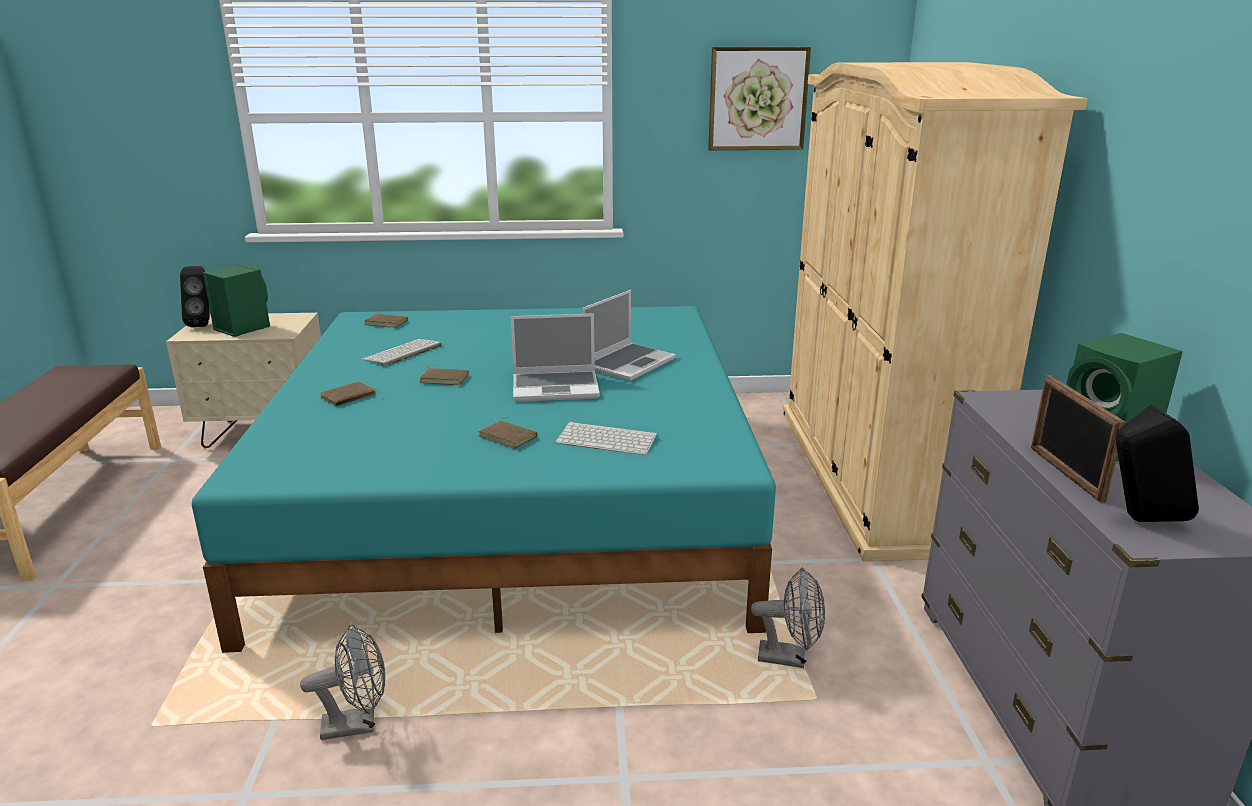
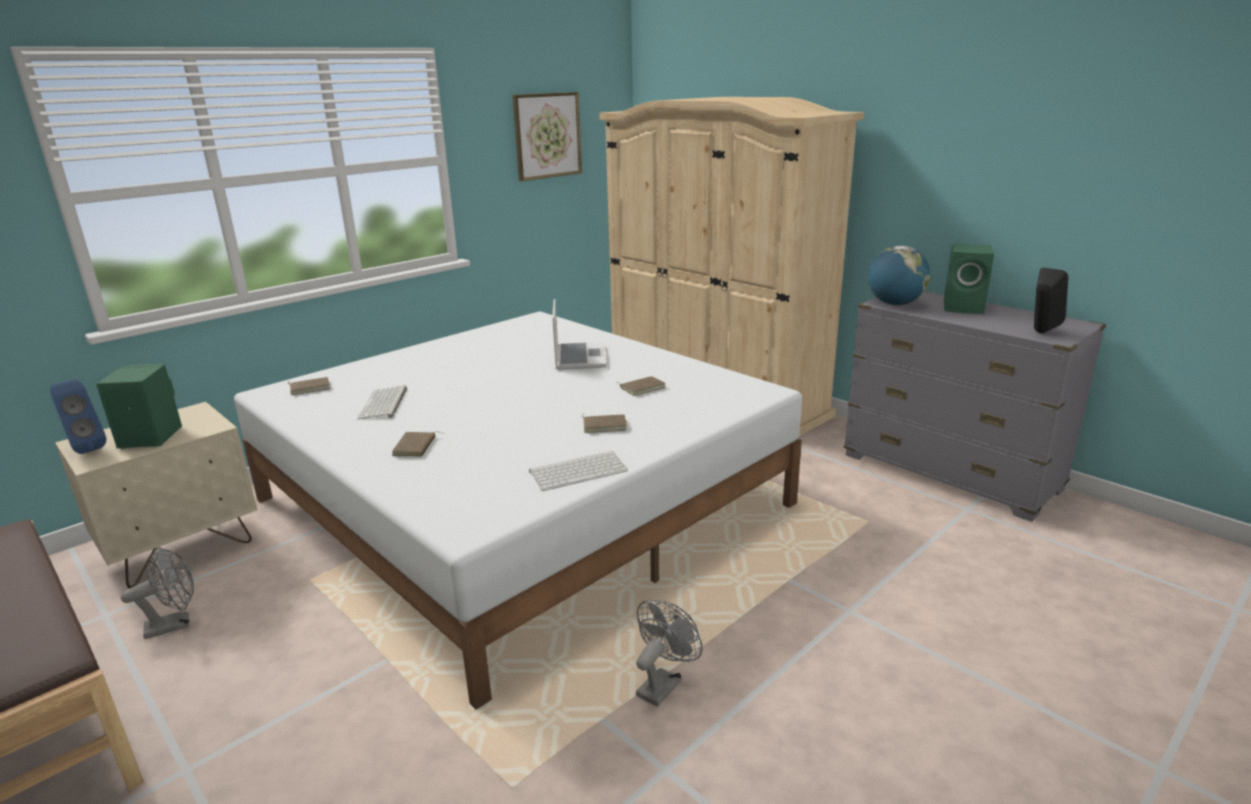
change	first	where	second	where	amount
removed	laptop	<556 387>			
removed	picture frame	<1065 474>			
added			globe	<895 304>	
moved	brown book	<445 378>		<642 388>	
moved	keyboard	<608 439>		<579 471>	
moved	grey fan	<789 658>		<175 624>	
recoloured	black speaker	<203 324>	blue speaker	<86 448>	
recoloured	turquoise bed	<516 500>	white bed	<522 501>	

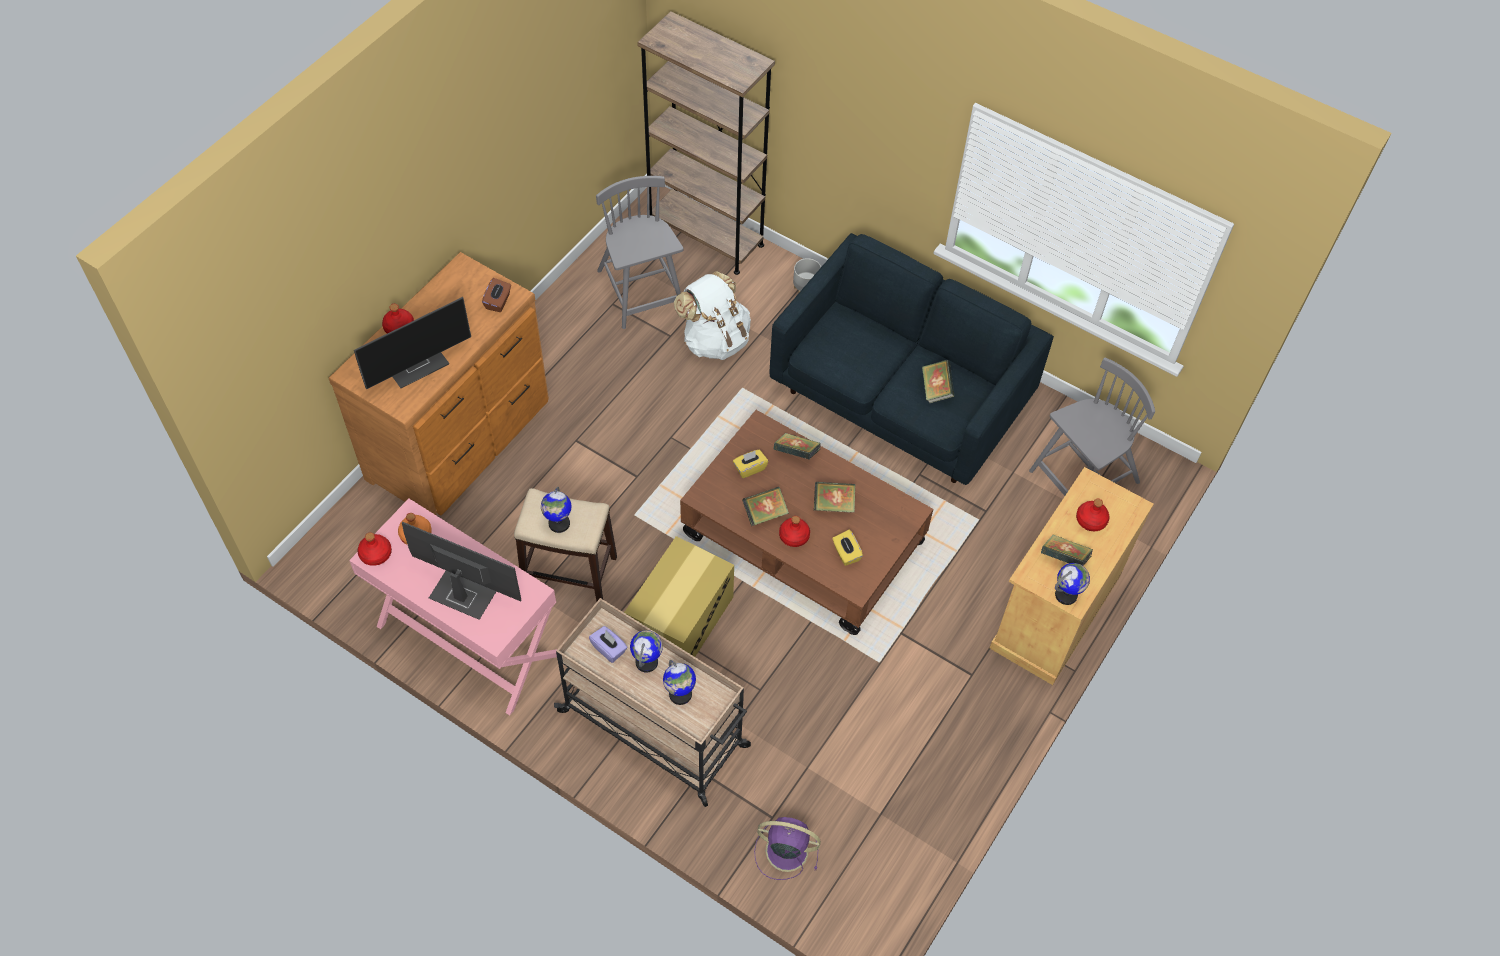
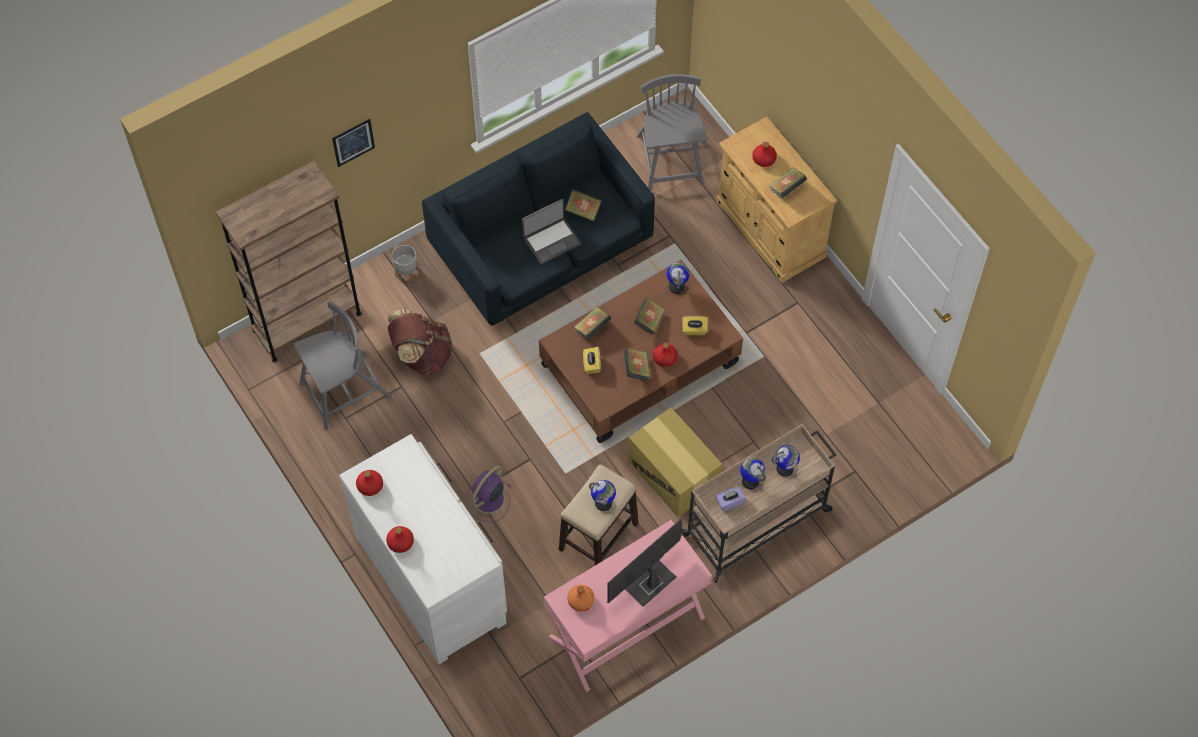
change	first	where	second	where	amount
removed	monitor	<418 364>			
removed	brown tissue box	<498 302>			
added			picture	<353 142>	
added			laptop	<551 240>	
moved	red bottle	<375 554>		<370 486>	
moved	purple fan	<784 850>		<488 500>	
moved	globe	<1066 595>		<677 286>	
recoloured	brown dresser	<461 440>	white dresser	<433 577>	
recoloured	white backpack	<715 340>	brown backpack	<422 355>	
turned	grey chair	<641 292>		<344 392>	150 degrees clockwise

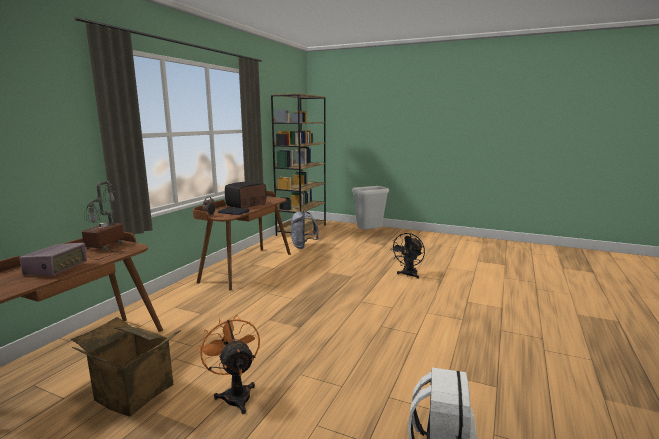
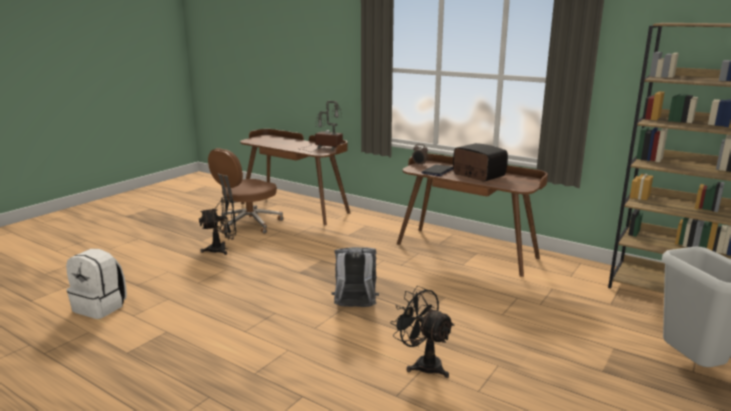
change	first	where	second	where	amount
removed	radio	<57 269>			
moved	grey backpack	<303 246>		<355 308>	
replaced	cardboard box	<130 394>	brown office chair	<248 224>	
recoloured	orange fan	<235 394>	black fan	<222 249>	

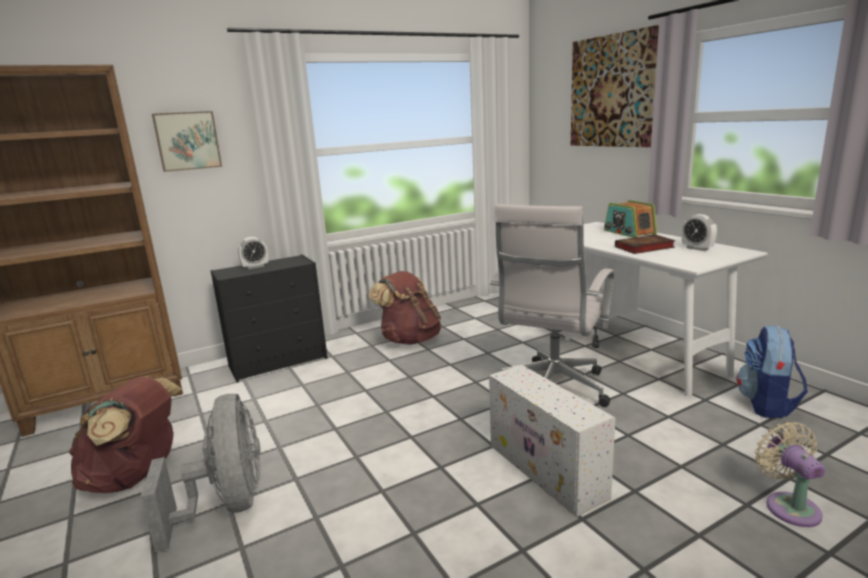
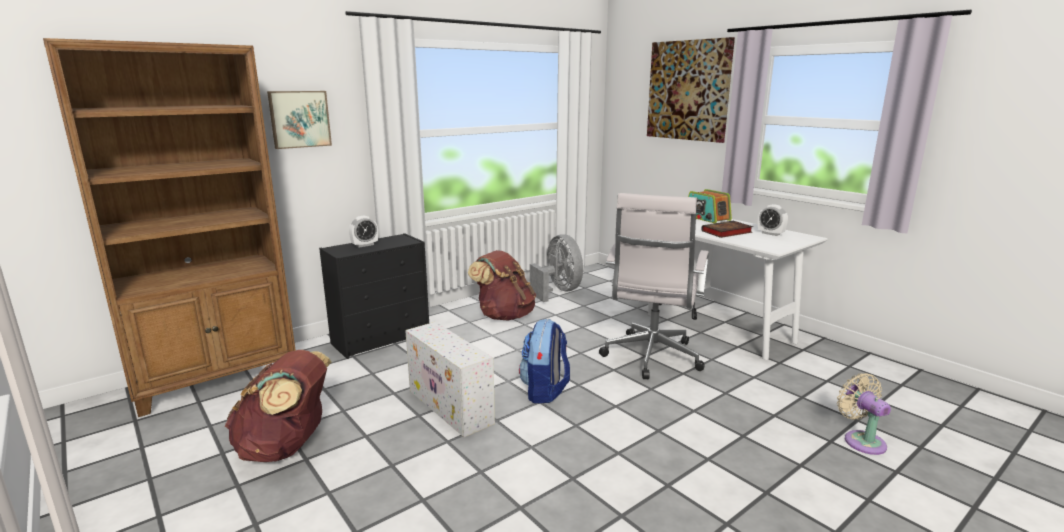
change	first	where	second	where	amount
moved	grey fan	<227 505>		<558 291>	
moved	white storage box	<547 471>		<451 407>	
moved	backpack	<767 405>		<545 391>	

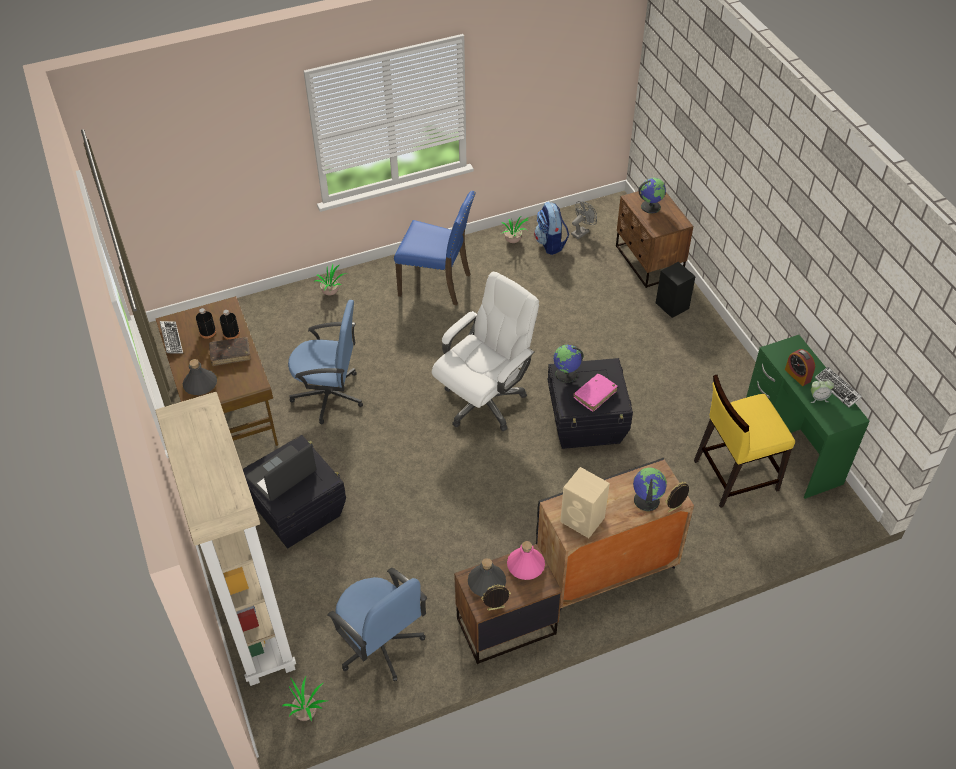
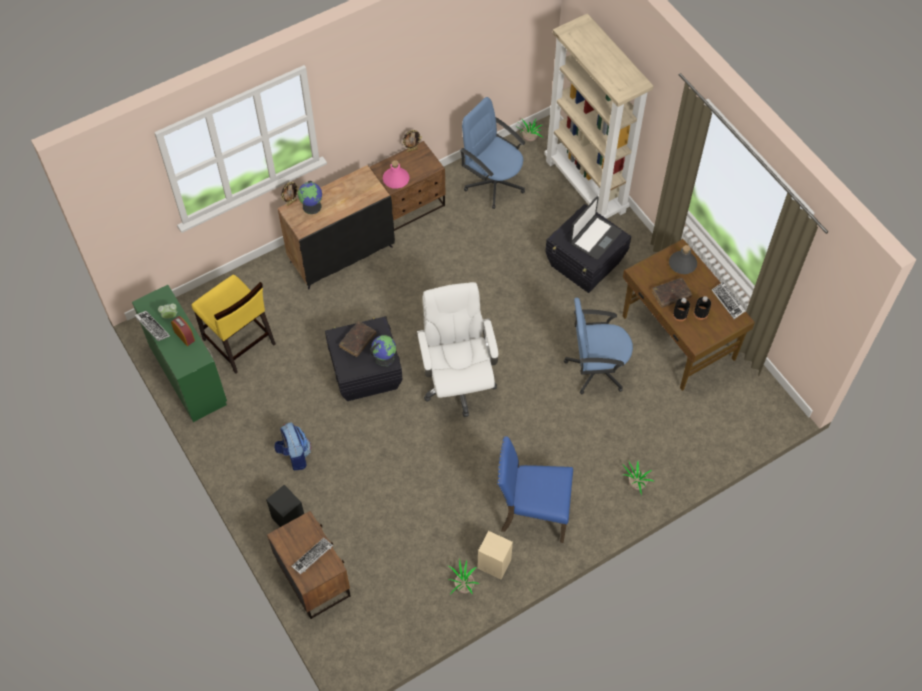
change	first	where	second	where	amount
removed	grey bottle	<487 582>			
removed	grey fan	<582 232>			
moved	backpack	<550 243>		<294 455>	
moved	beige speaker	<583 520>		<493 563>	
replaced	globe	<650 206>	keyboard	<312 557>	
recoloured	pink book	<595 395>	brown book	<357 341>	
turned	white office chair	<484 401>		<458 382>	135 degrees clockwise
turned	yellow chair	<734 475>		<239 342>	75 degrees clockwise

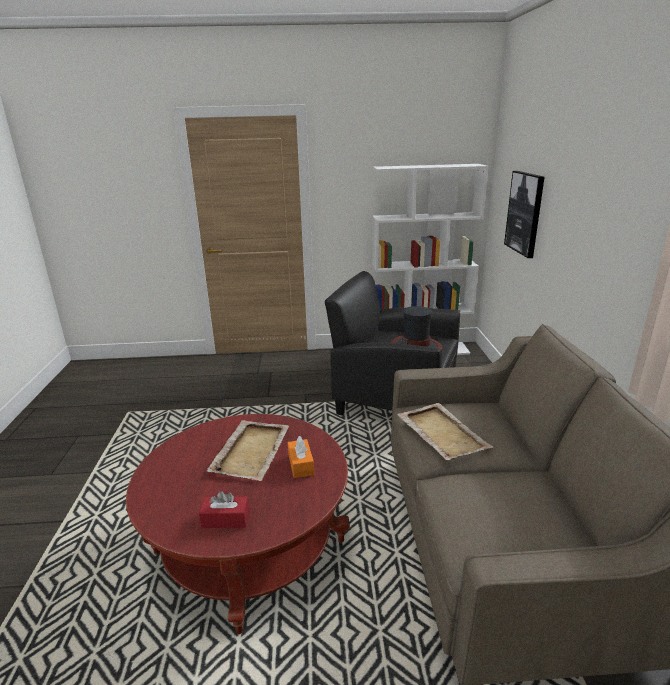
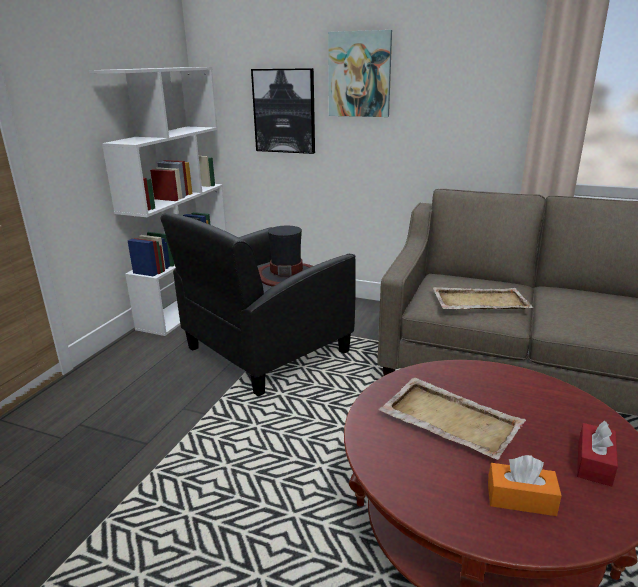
change	first	where	second	where	amount
added			picture	<359 74>	
moved	orange tissue box	<301 465>		<521 499>	

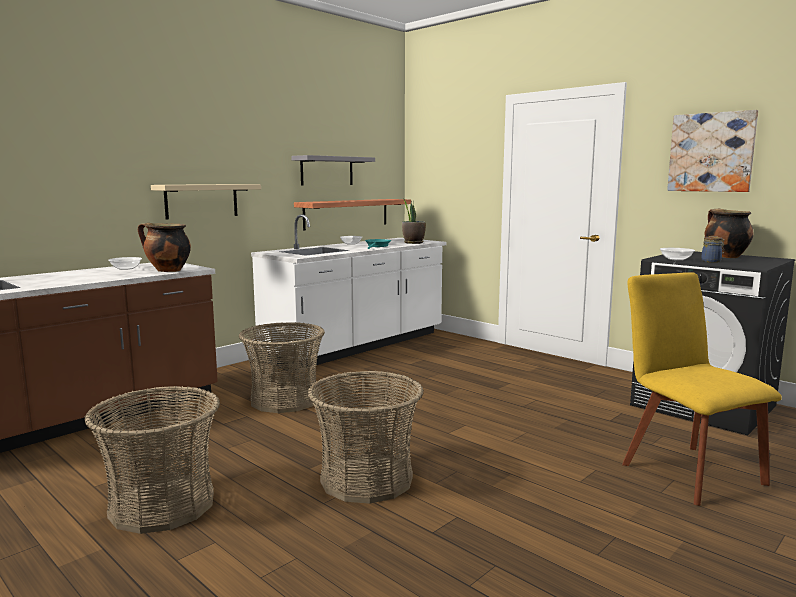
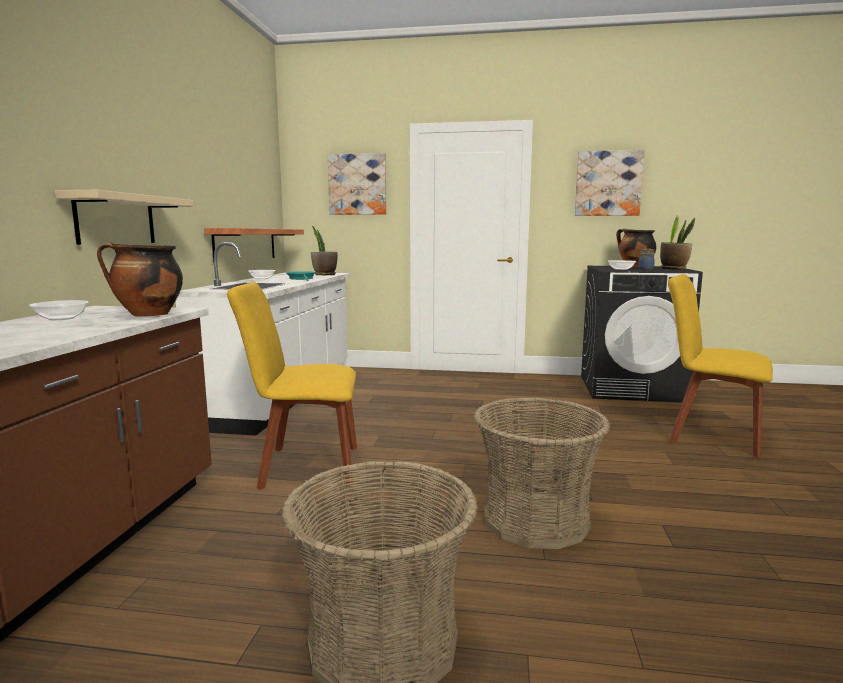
change	first	where	second	where	amount
removed	grey shelf	<327 171>			
added			picture	<357 184>	
added			potted plant	<674 269>	
replaced	basket	<284 400>	yellow chair	<304 466>	

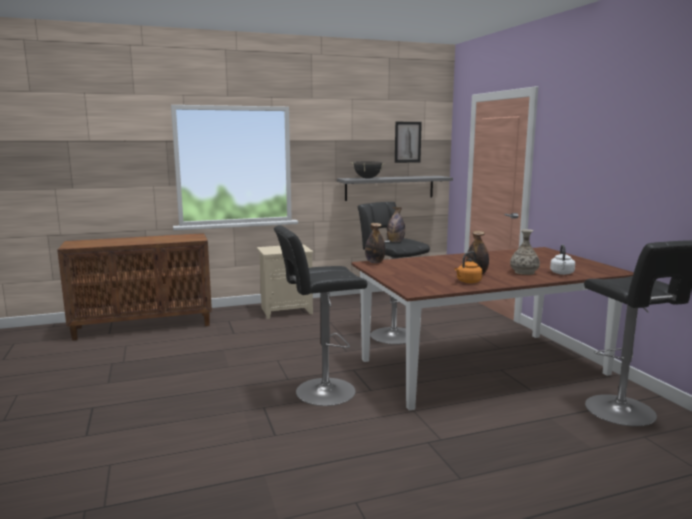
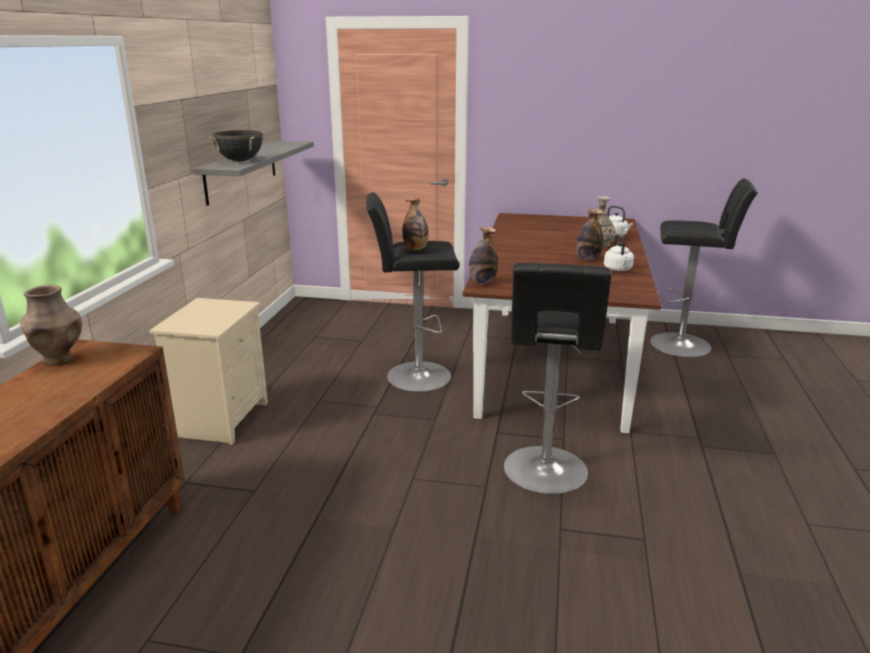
change	first	where	second	where	amount
removed	picture	<407 142>			
added			brown vase	<58 360>	
recoloured	orange kettle	<468 282>	white kettle	<618 269>	

